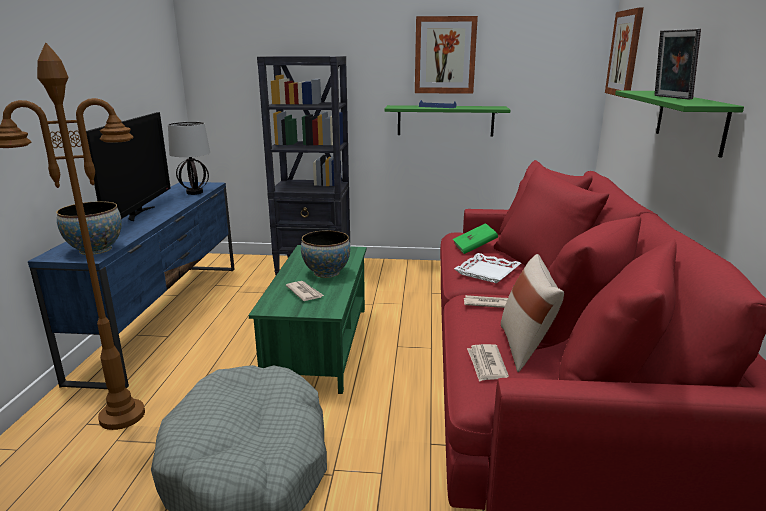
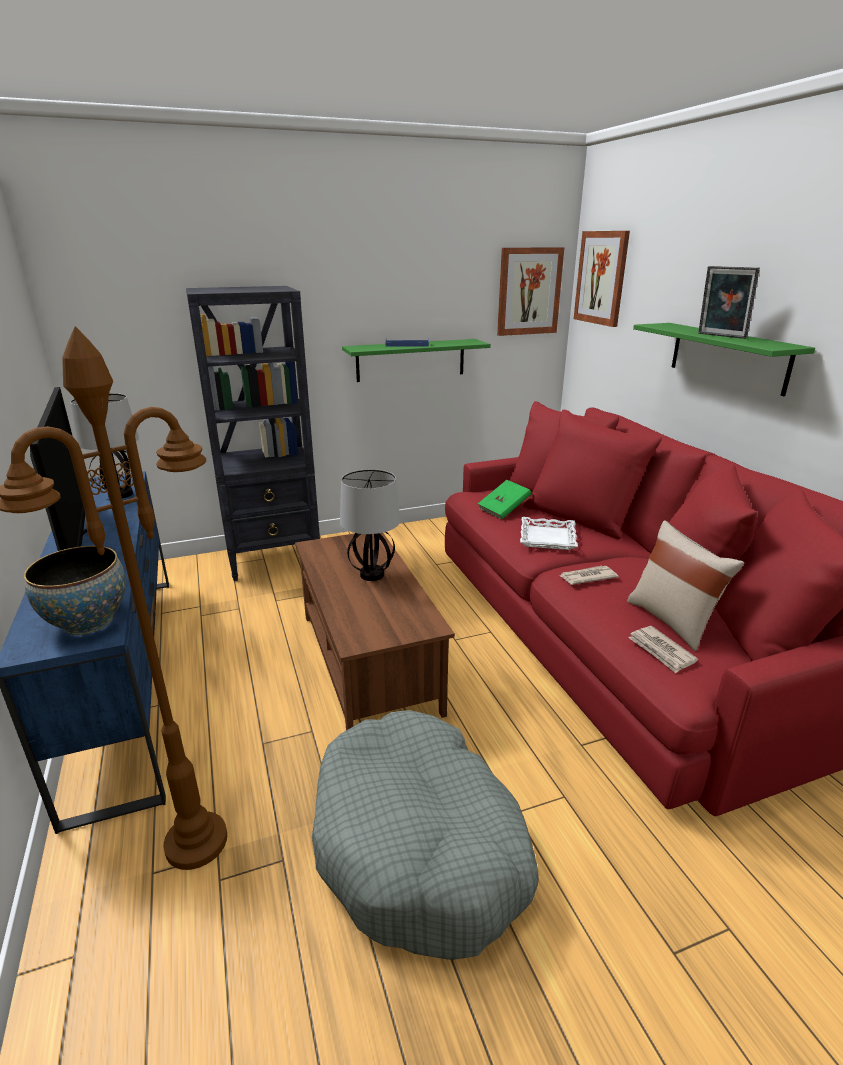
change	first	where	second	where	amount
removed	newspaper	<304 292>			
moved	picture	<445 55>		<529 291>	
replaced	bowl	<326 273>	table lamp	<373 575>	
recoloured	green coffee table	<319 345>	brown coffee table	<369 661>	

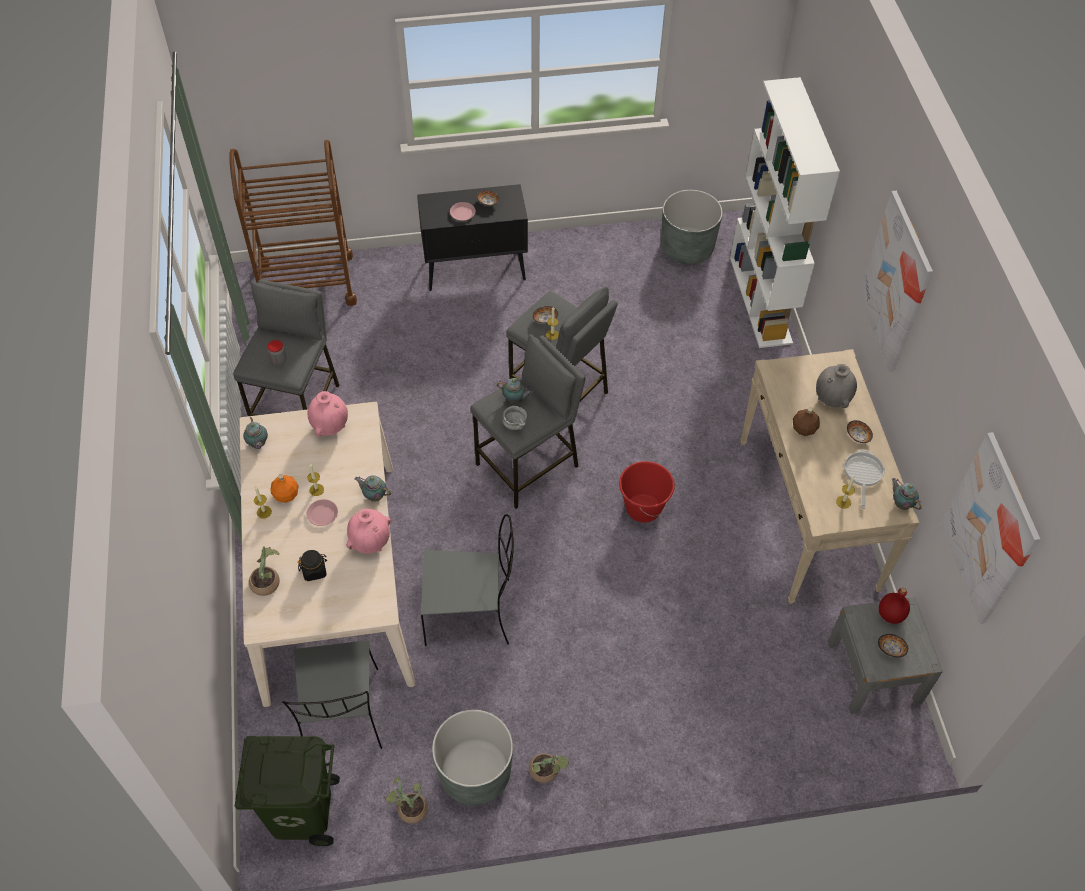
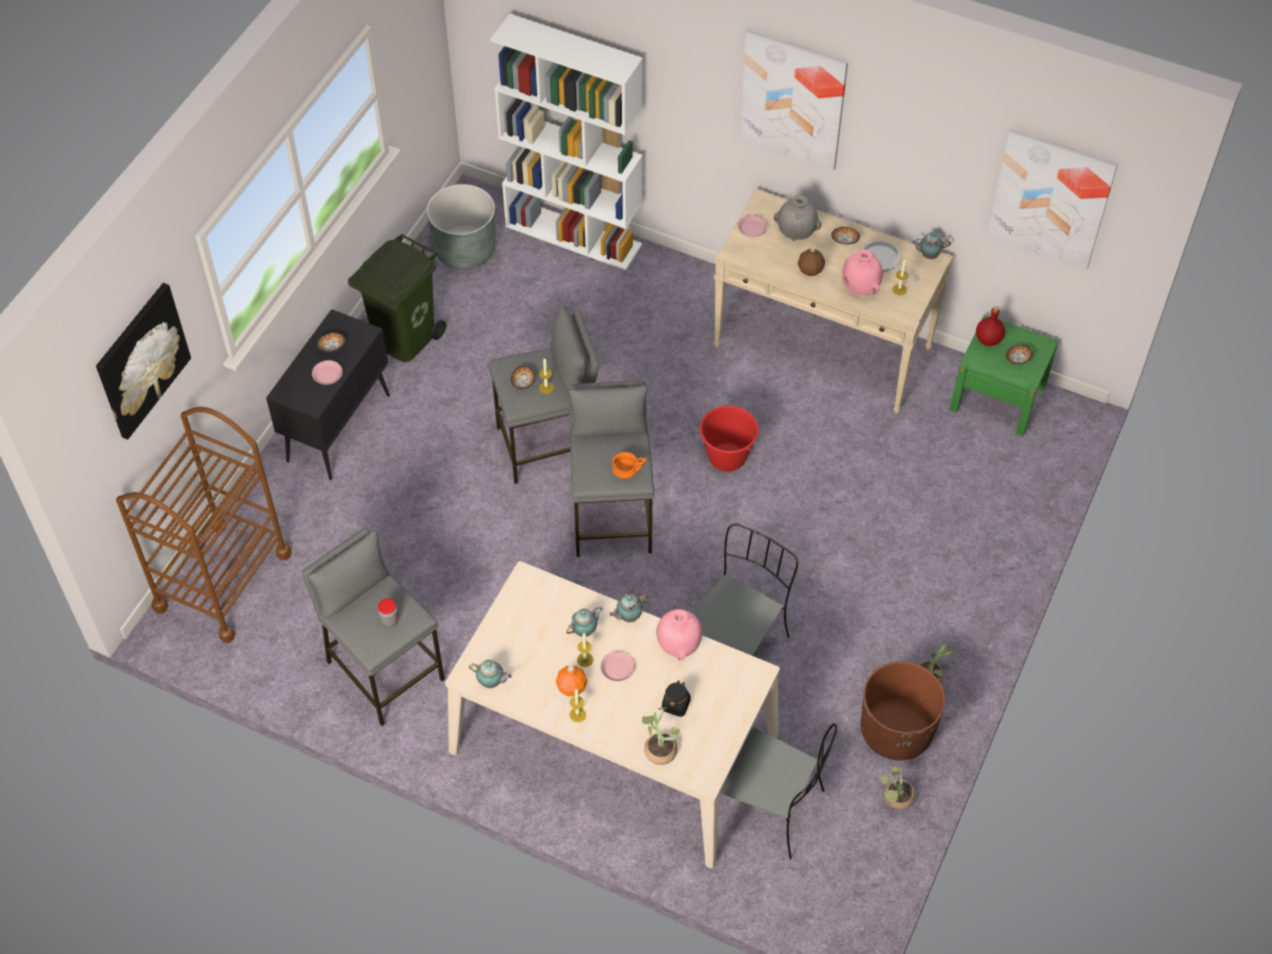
change	first	where	second	where	amount
added			picture	<141 360>	
added			pink plate	<752 228>	
moved	green trash can	<301 811>		<403 337>	
moved	pink vase	<330 426>		<859 288>	
moved	teapot	<515 400>		<585 630>	
recoloured	grey planter	<475 773>	brown planter	<896 731>	
recoloured	grey bowl	<515 424>	orange bowl	<626 471>	
recoloured	grey nightstand	<874 672>	green nightstand	<997 397>	

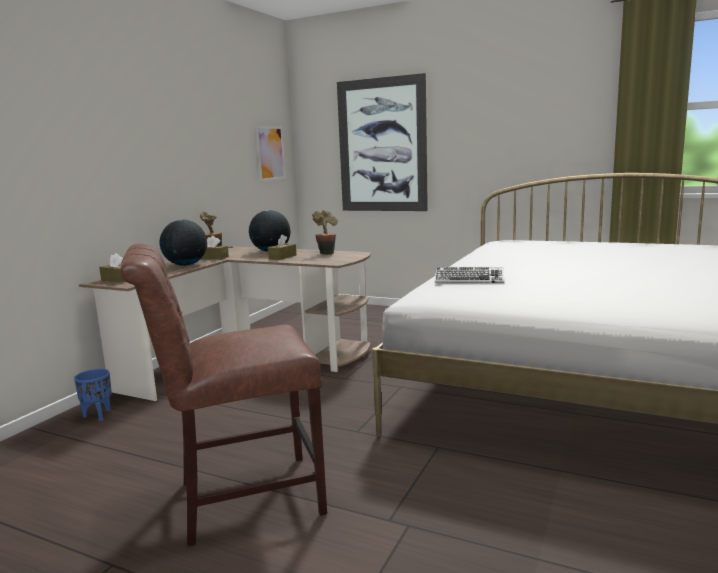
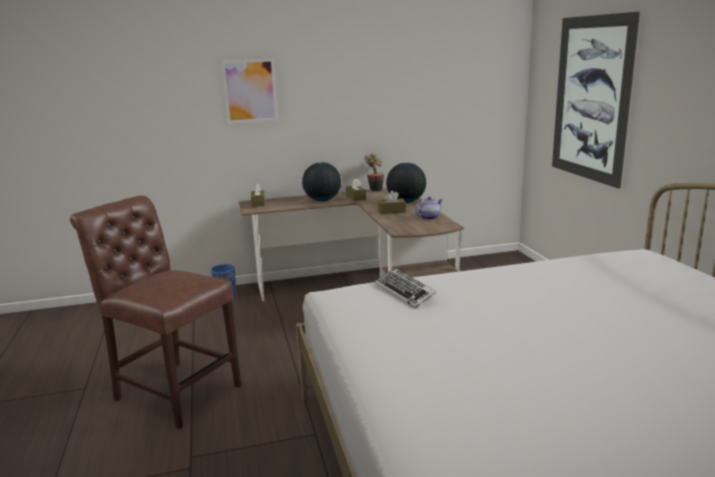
change	first	where	second	where	amount
moved	picture	<270 153>		<250 91>	
replaced	potted plant	<326 253>	teapot	<429 217>	

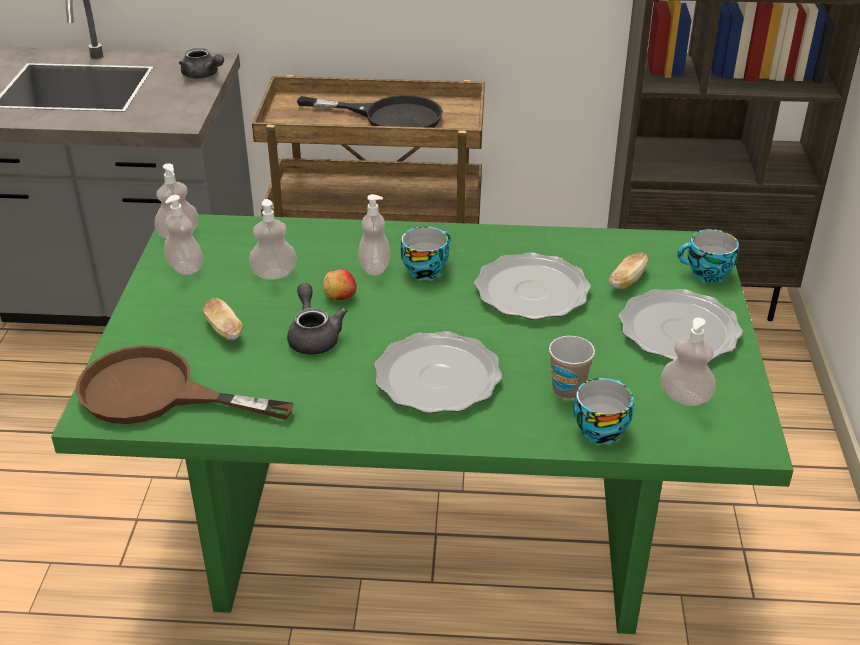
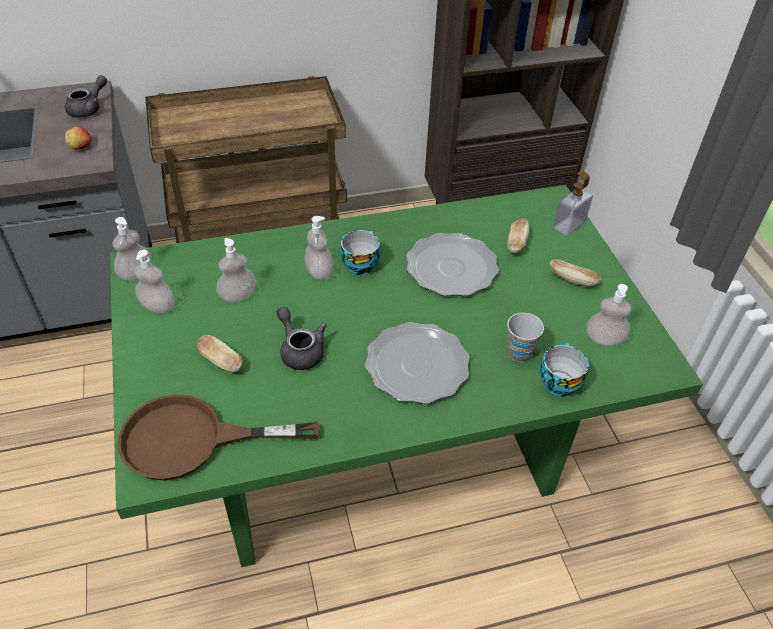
change	first	where	second	where	amount
removed	black frying pan	<389 117>			
moved	apple	<339 297>		<80 147>	
replaced	plate	<678 330>	bread	<572 280>	
replaced	cup	<706 274>	soap dispenser	<569 225>	
turned	grey teapot	<203 75>		<89 109>	75 degrees counterclockwise

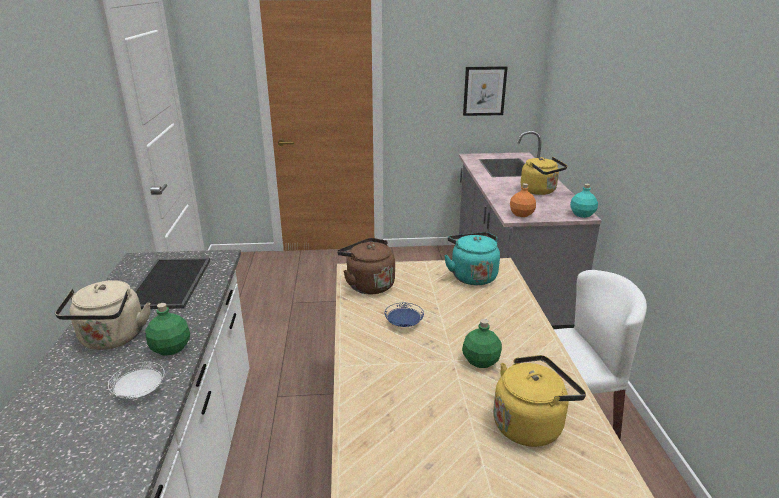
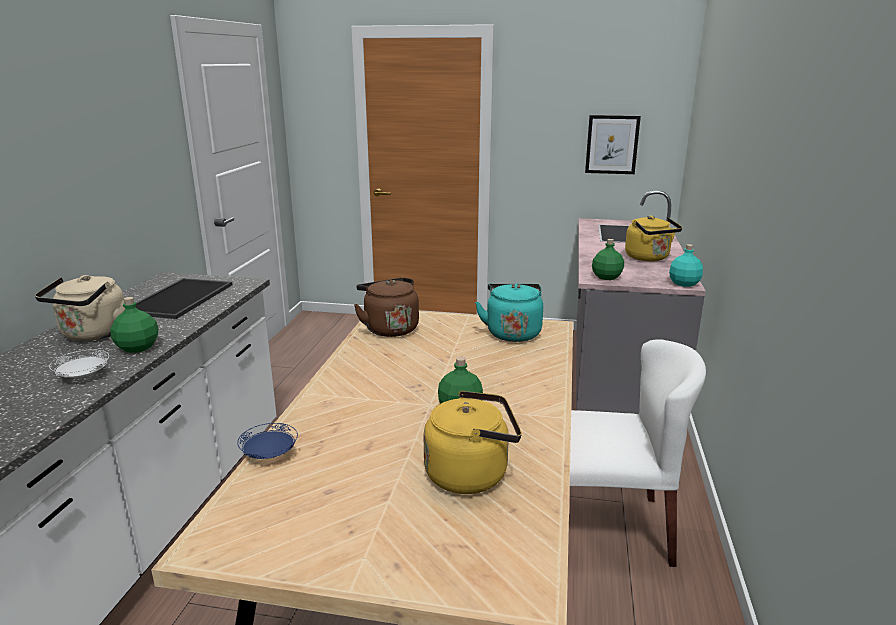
change	first	where	second	where	amount
moved	blue plate	<403 324>		<269 454>	
recoloured	orange bottle	<521 214>	green bottle	<607 277>	

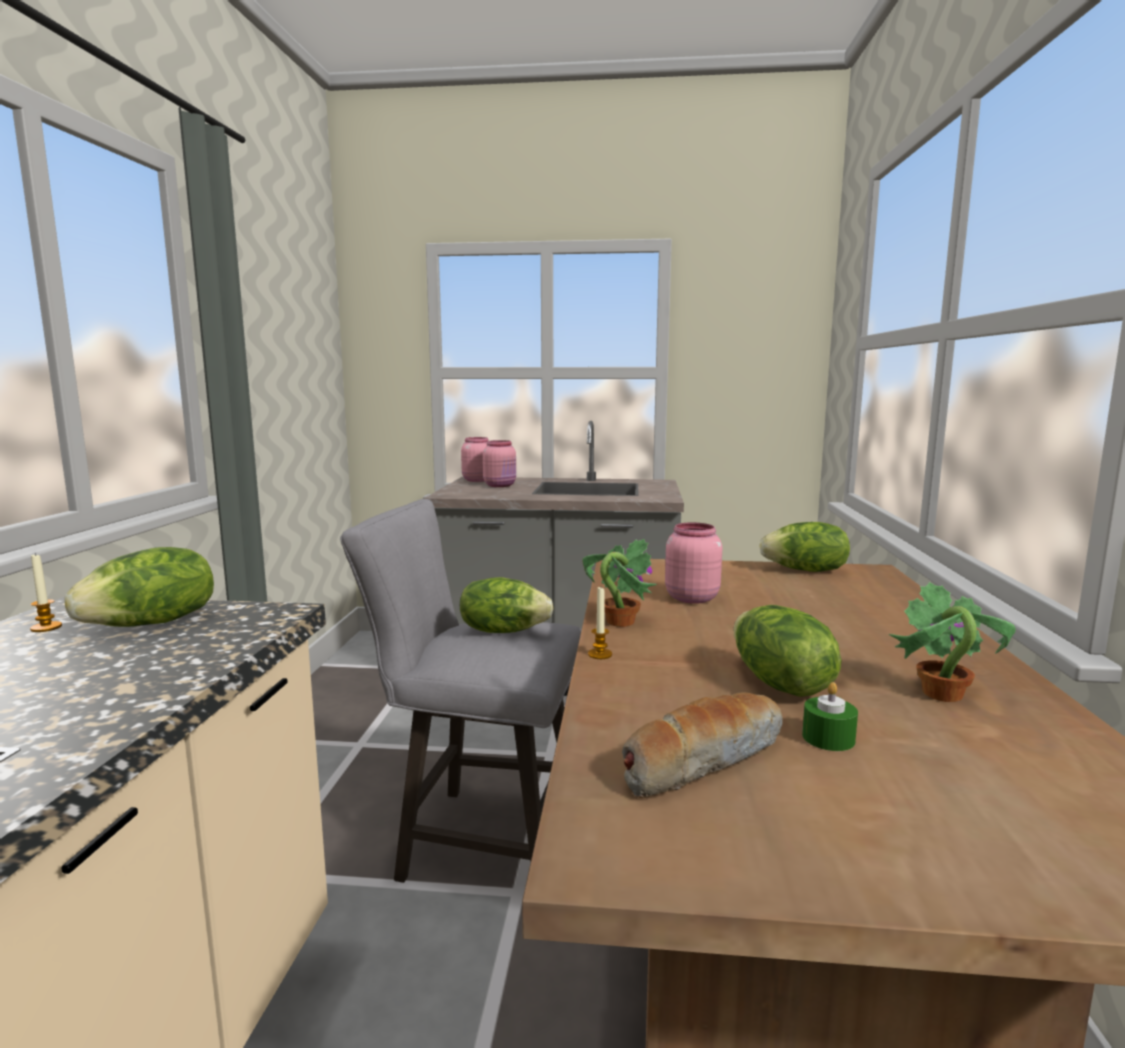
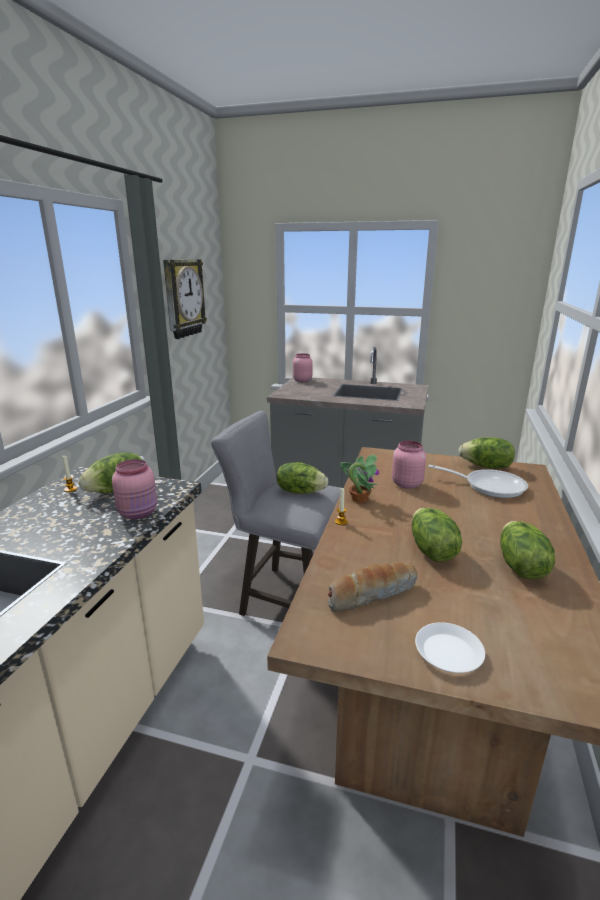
change	first	where	second	where	amount
removed	green candle	<828 738>			
added			wall clock	<183 298>	
added			white plate	<449 653>	
added			frying pan	<489 486>	
moved	pink jar	<501 485>		<139 513>	
replaced	potted plant	<941 694>	lettuce	<519 566>	

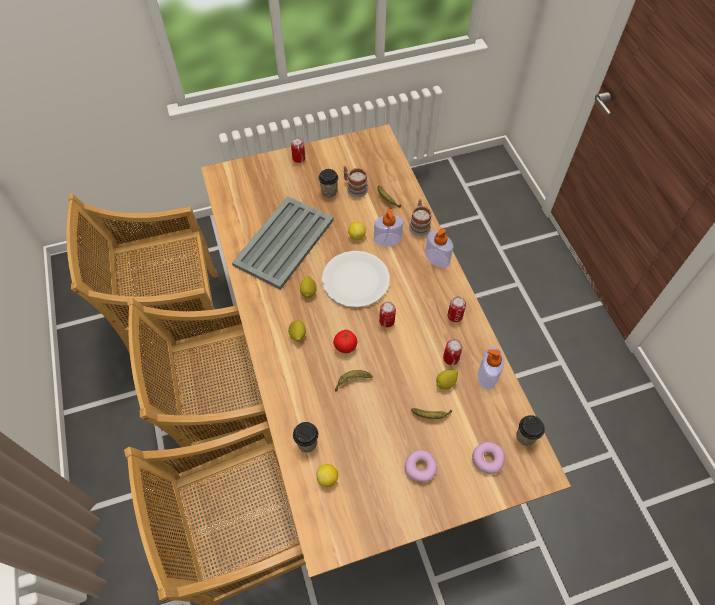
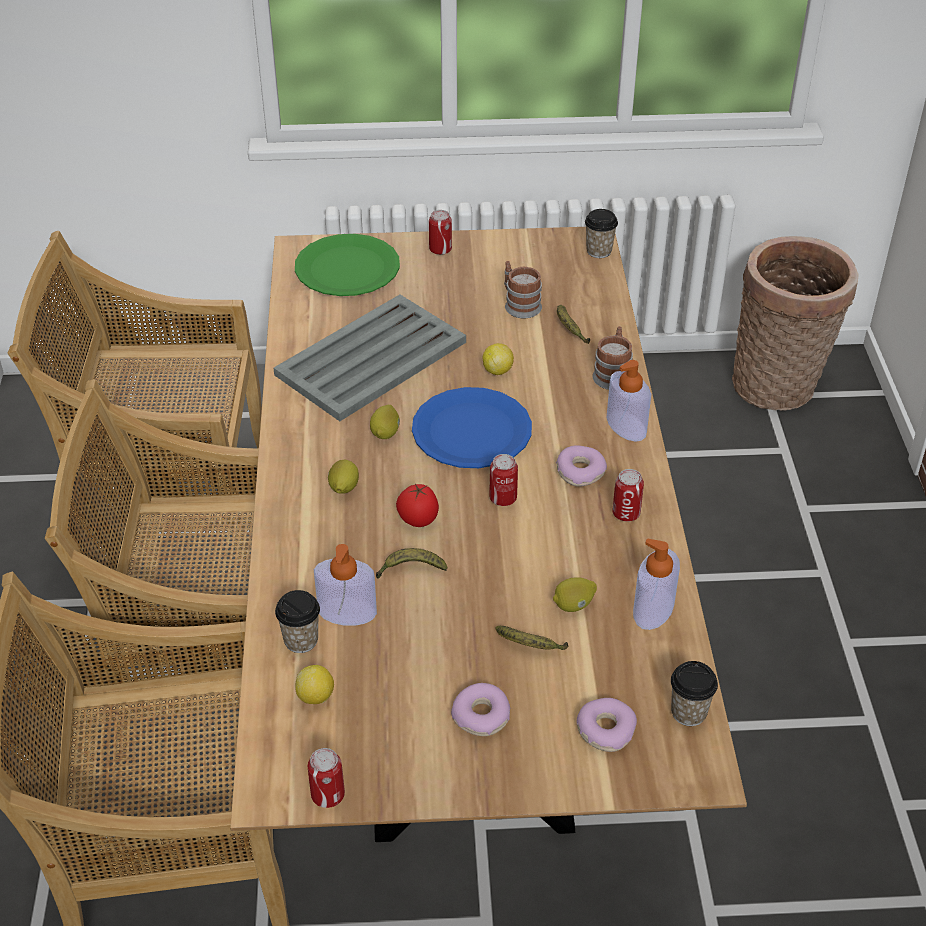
change	first	where	second	where	amount
added			green plate	<347 268>	
added			donut	<580 472>	
added			basket	<779 386>	
moved	cup	<329 192>		<599 251>	
moved	soap dispenser	<387 239>		<347 612>	
moved	can	<450 358>		<328 795>	
recoloured	white plate	<356 280>	blue plate	<472 431>	

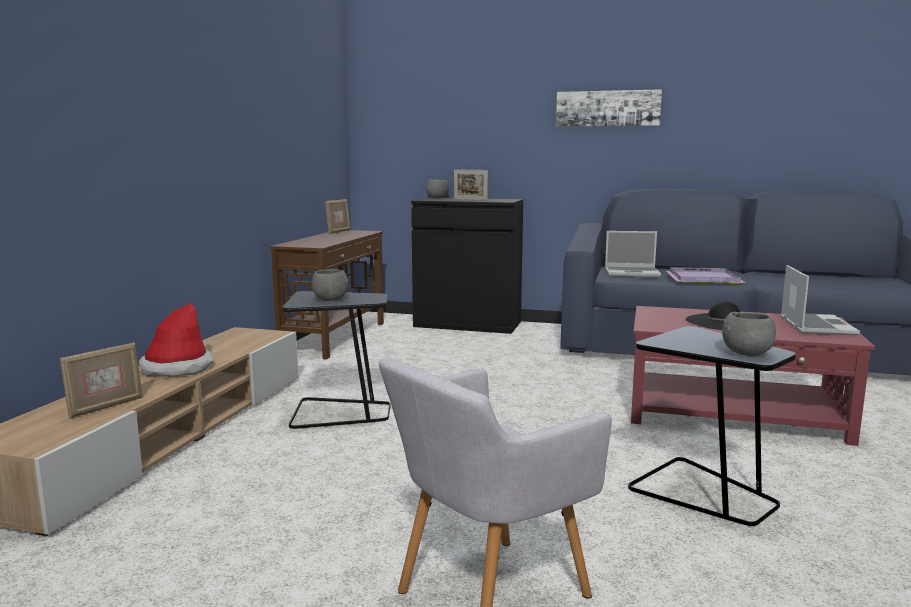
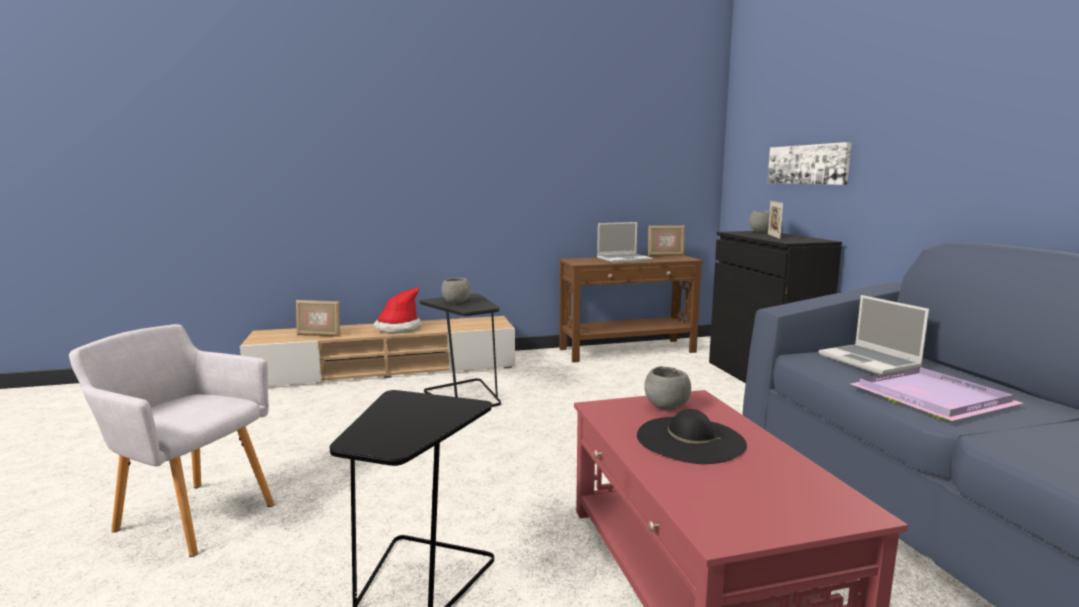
change	first	where	second	where	amount
moved	picture	<607 108>		<807 164>	
moved	grey bowl	<747 353>		<666 407>	
moved	laptop	<815 326>		<624 259>	

